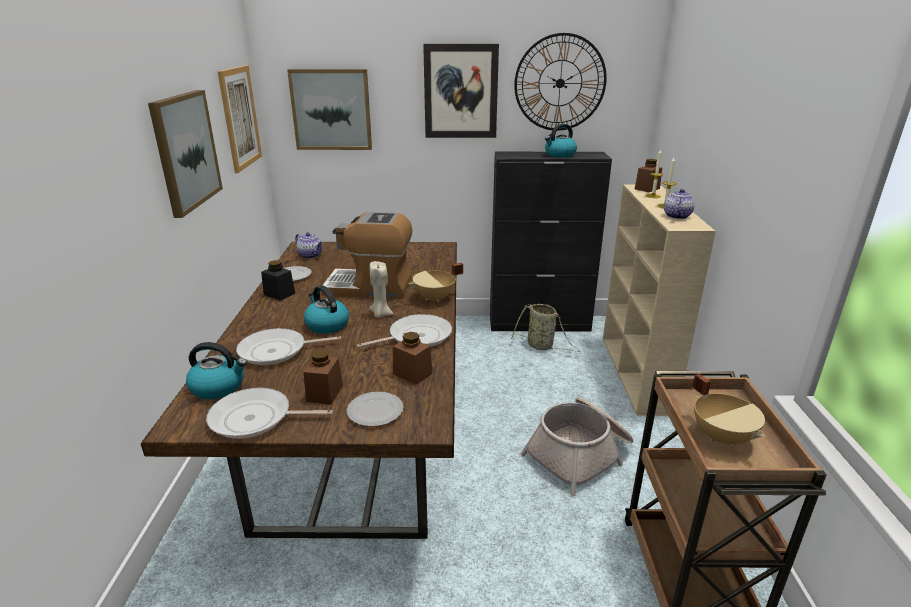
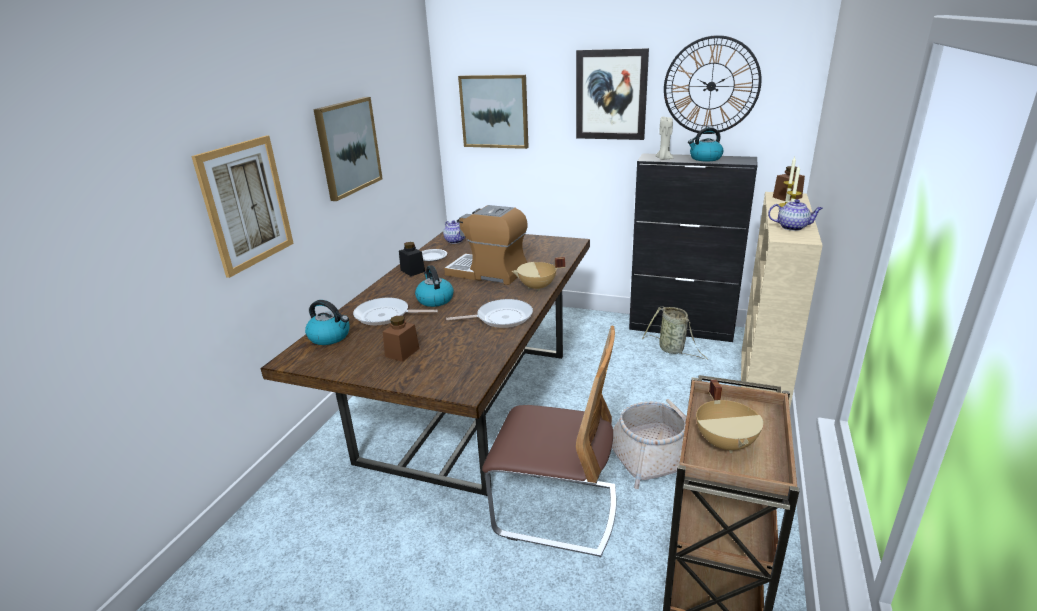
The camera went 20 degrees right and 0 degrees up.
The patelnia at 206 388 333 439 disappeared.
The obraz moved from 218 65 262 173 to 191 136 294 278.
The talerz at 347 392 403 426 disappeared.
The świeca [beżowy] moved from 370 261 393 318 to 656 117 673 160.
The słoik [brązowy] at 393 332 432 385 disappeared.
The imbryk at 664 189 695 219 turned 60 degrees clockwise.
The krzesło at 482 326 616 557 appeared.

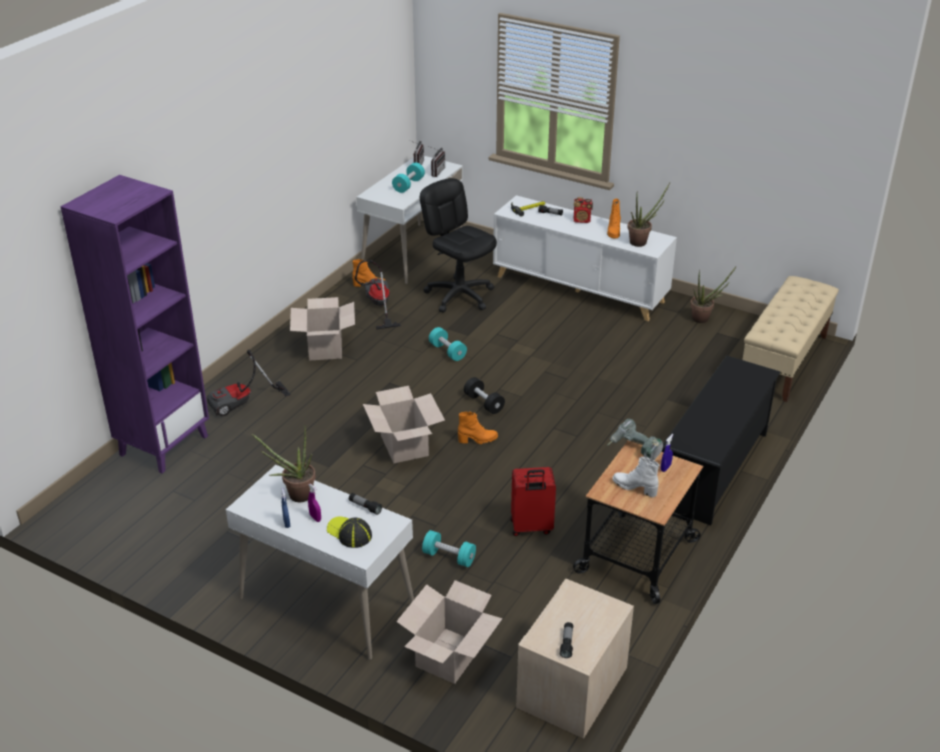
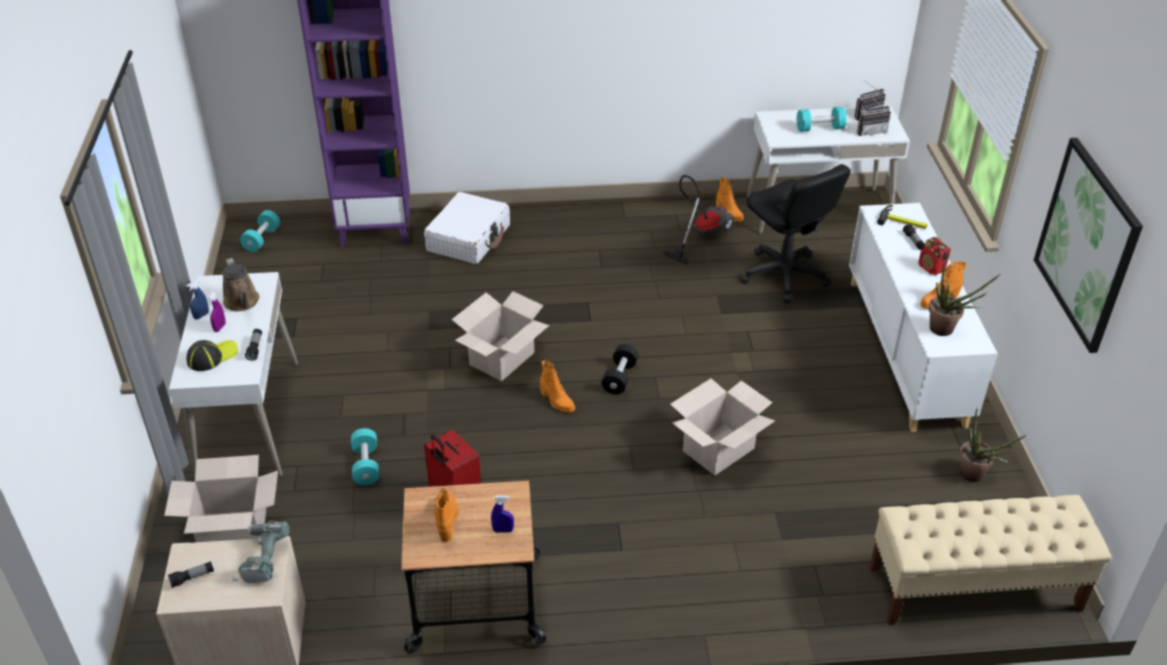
The camera went 55 degrees right and 5 degrees up.
The odkurzacz at 207 350 291 417 was replaced by the walizka [biały] at 424 192 510 264.
The roślina doniczkowa at 252 428 316 502 was replaced by the konewka [brązowy] at 222 258 259 311.
The karton moved from 290 297 355 360 to 670 378 775 476.
The czapka z daszkiem at 327 516 372 548 turned 45 degrees clockwise.
The krzesło biurowe [czarny] at 420 178 497 312 turned 135 degrees clockwise.
The hantel [turkusowy] moved from 429 327 467 361 to 240 210 280 252.
The wiertarka moved from 607 419 663 460 to 232 521 290 583.
The but z cholewką [biały] at 612 457 659 497 became the but z cholewką [pomarańczowy] at 434 487 458 542.
The regał na buty [czarny] at 662 356 780 525 disappeared.
The obraz at 1034 138 1143 353 appeared.

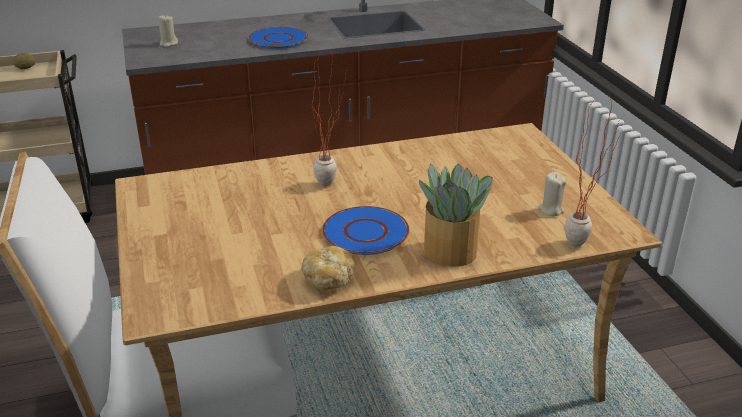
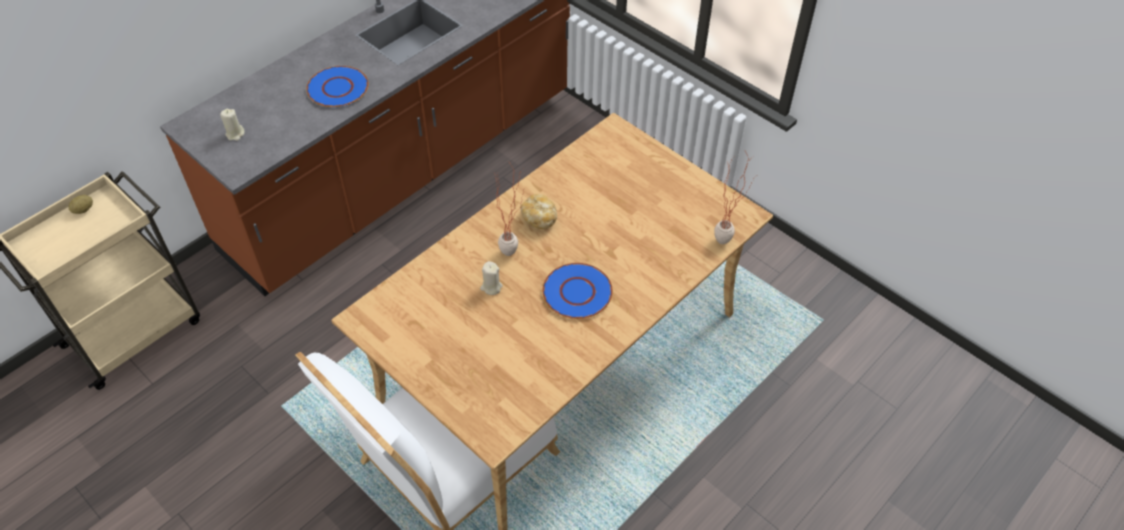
The camera went 30 degrees left and 20 degrees up.
The chleb moved from 301 246 355 290 to 520 194 557 229.
The roślina doniczkowa at 419 163 493 266 disappeared.
The świeca [beżowy] moved from 537 172 566 216 to 480 261 502 295.

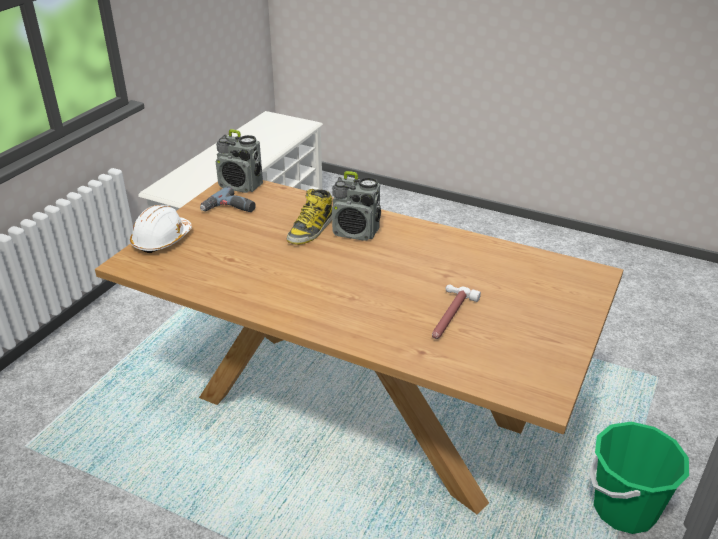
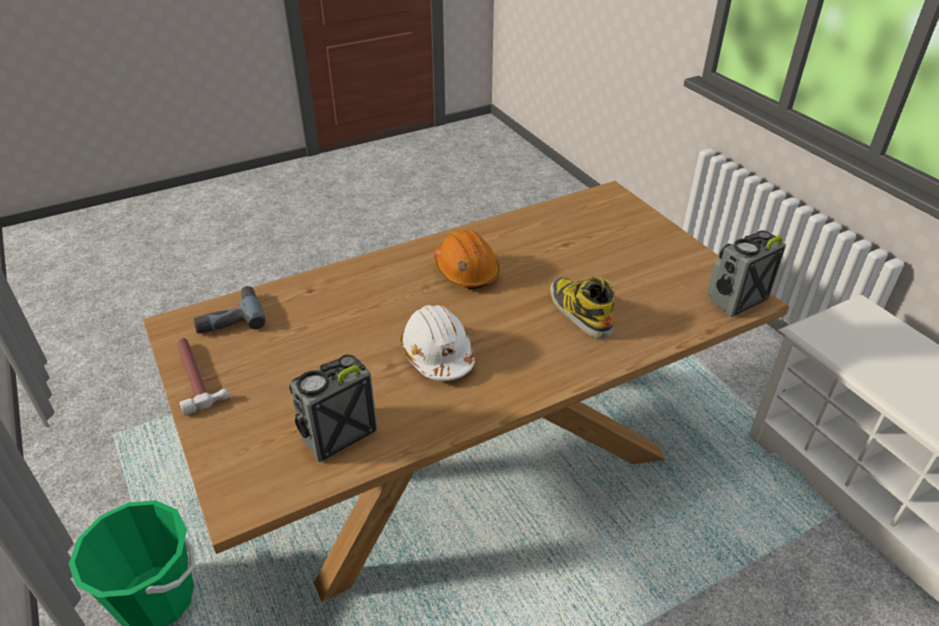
The camera went 125 degrees right and 5 degrees up.
The kask [biały] moved from 130 205 192 253 to 400 305 475 381.
The wiertarka moved from 200 186 256 212 to 193 286 266 334.
The radio moved from 332 171 381 241 to 289 354 377 462.
The młotek moved from 432 284 481 339 to 177 338 230 415.
The kask [pomarańczowy] at 433 229 500 289 appeared.

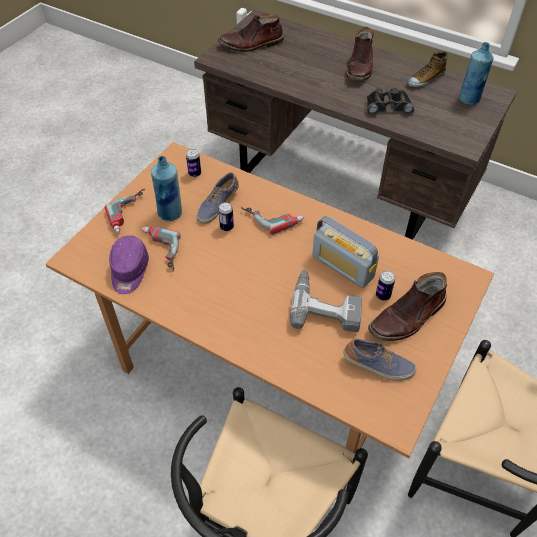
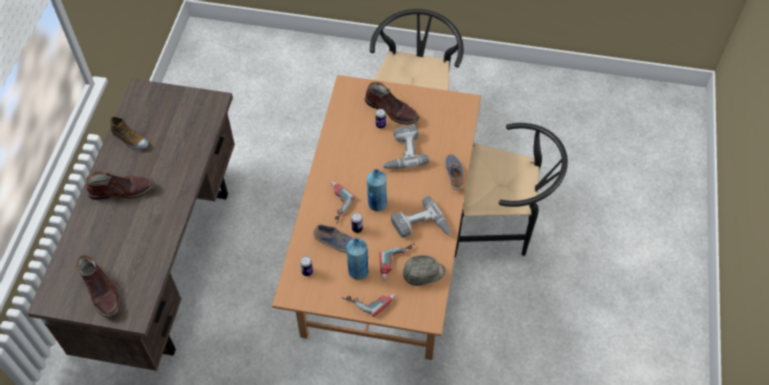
The camera went 110 degrees left and 5 degrees up.
The czapka z daszkiem [fioletowy] at 109 235 149 294 became the czapka z daszkiem [szary] at 403 255 446 286.
The radio at 312 216 379 288 disappeared.
The but moved from 344 338 416 381 to 445 154 464 190.
The lornetka [czarny] at 367 88 414 116 disappeared.
The butelka [niebieski] moved from 459 42 494 105 to 367 169 387 211.
The wiertarka at 391 196 451 238 appeared.

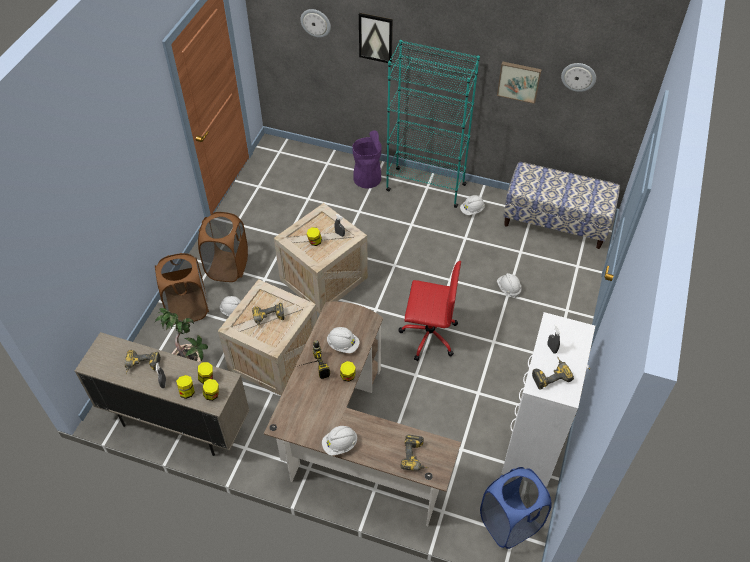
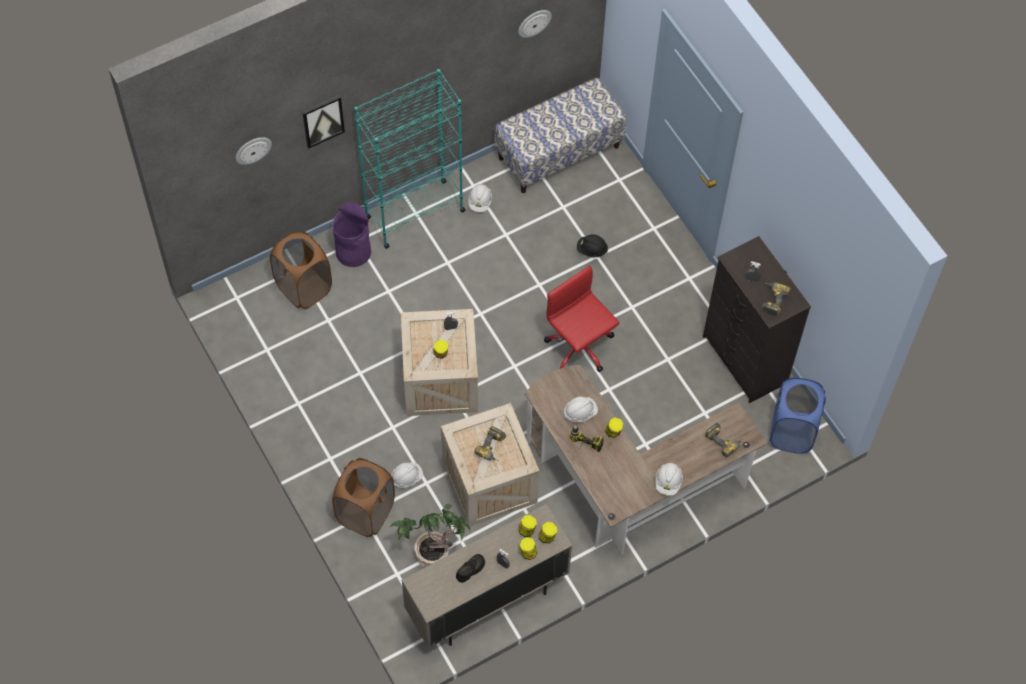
The camera went 50 degrees left and 10 degrees up.
The wiertarka at 125 350 161 374 was replaced by the but [czarny] at 456 554 485 583.
The kosz na pranie [brązowy] moved from 198 212 248 282 to 270 231 332 309.
The krzesło biurowe [czerwony] at 398 261 461 361 turned 90 degrees counterclockwise.
The obraz at 497 62 542 104 disappeared.
The kask [biały] at 497 273 521 298 became the kask [czarny] at 577 234 608 257.
The komoda [biały] at 501 312 595 488 became the komoda [czarny] at 703 236 811 403.

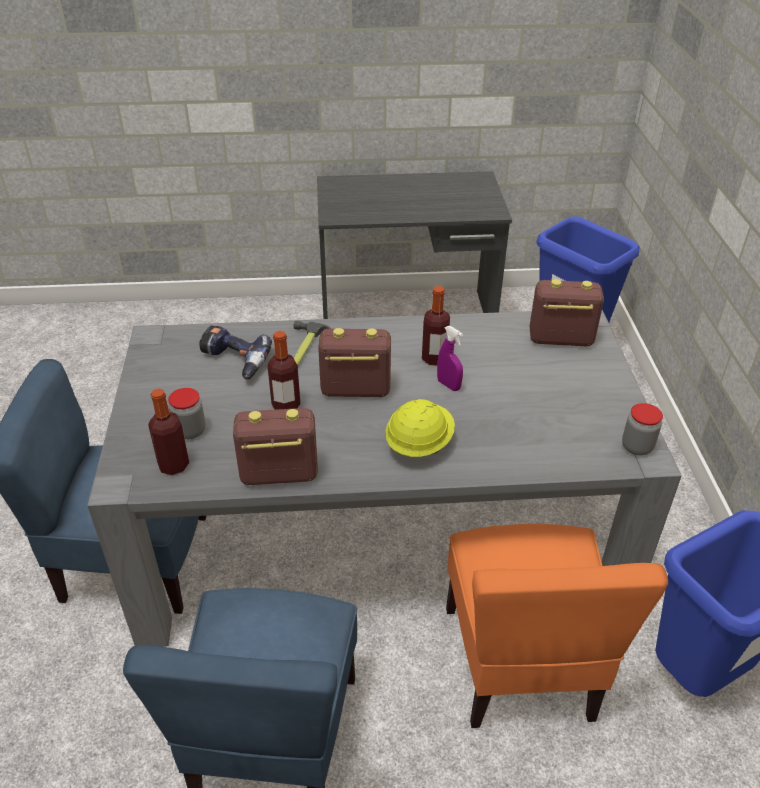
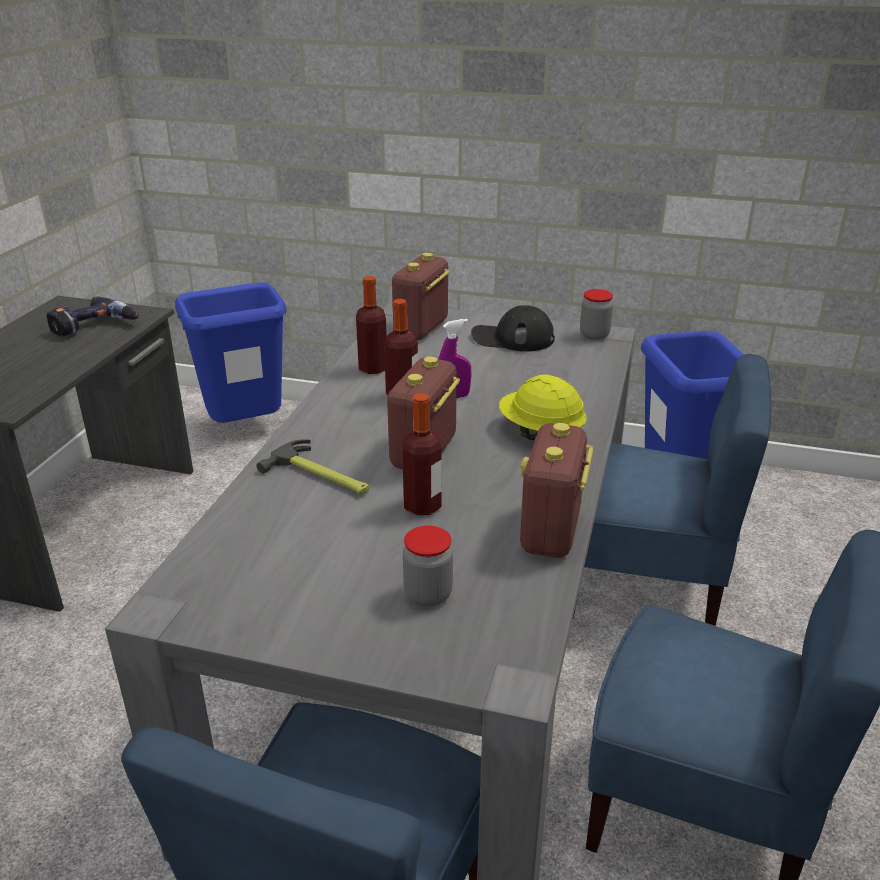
The camera went 70 degrees left and 10 degrees down.
The butelka moved from 148 388 189 475 to 356 276 387 374.
The wiertarka moved from 199 326 272 379 to 47 296 139 337.
The krzesło [pomarańczowy] at 446 524 668 728 became the krzesło [niebieski] at 573 354 771 626.
The czapka z daszkiem [czarny] at 471 305 555 352 appeared.

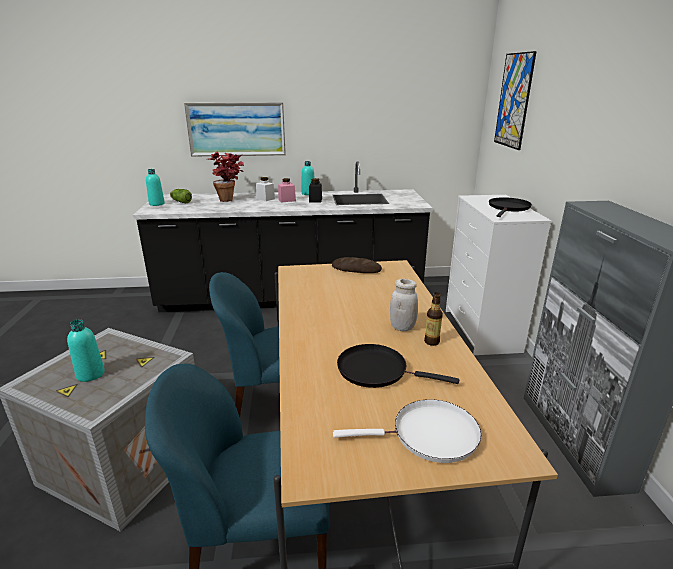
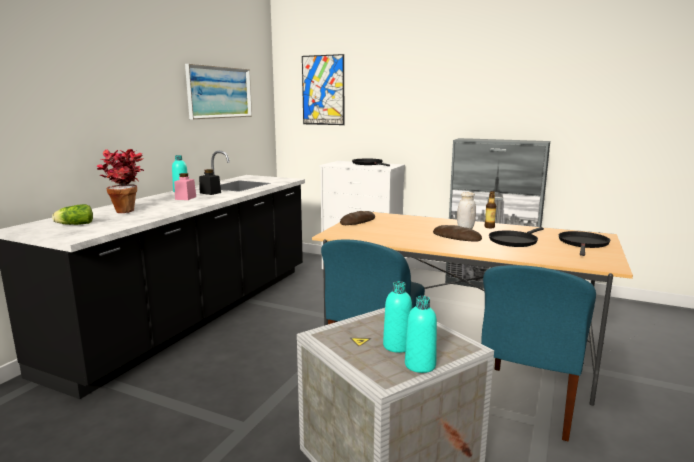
The camera went 60 degrees left and 10 degrees down.
The butelka [turkusowy] moved from 146 169 165 206 to 405 296 437 373.
The obraz moved from 184 102 286 157 to 185 64 252 119.
The słoik [biały] at 256 177 275 201 disappeared.
The patelnia [biały] at 333 399 482 463 became the patelnia [czarny] at 559 231 610 256.
The chleb at 433 225 482 242 appeared.

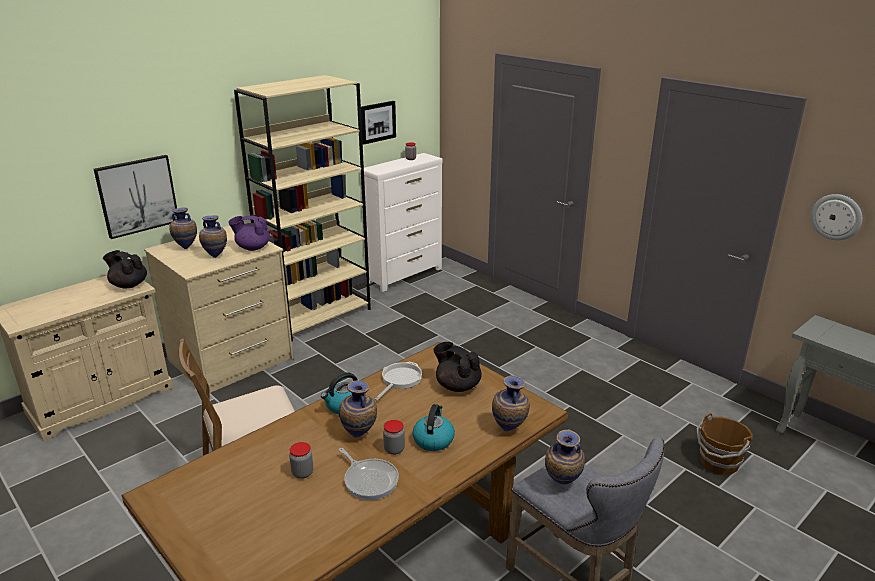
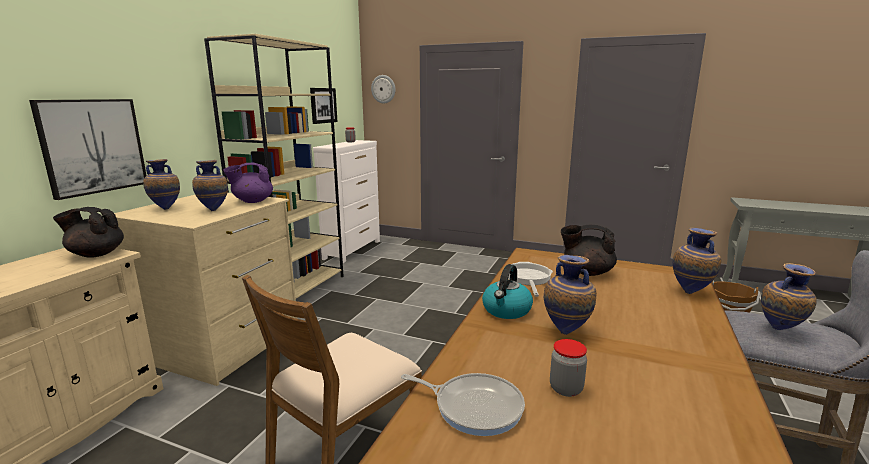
The camera went 25 degrees left and 10 degrees down.
The patelnia moved from 339 448 399 500 to 401 373 525 436.
The słoik at 383 420 405 455 disappeared.
The czajnik at 413 404 455 451 disappeared.
The zegar ścienny moved from 811 194 862 240 to 371 75 395 103.

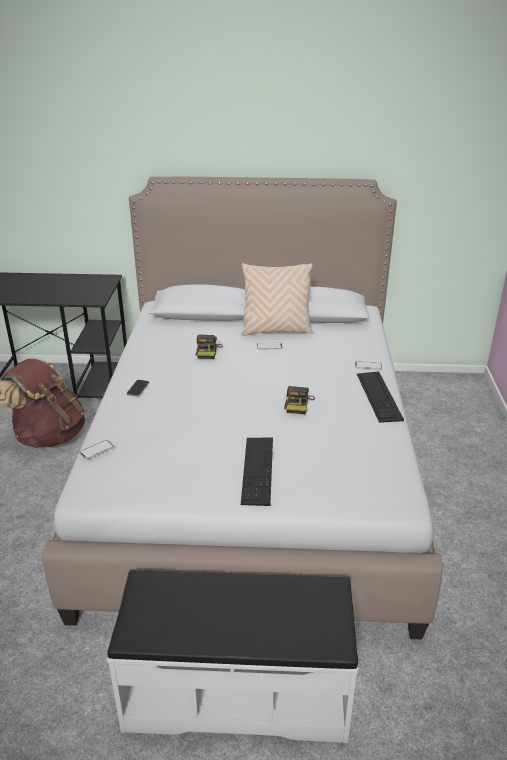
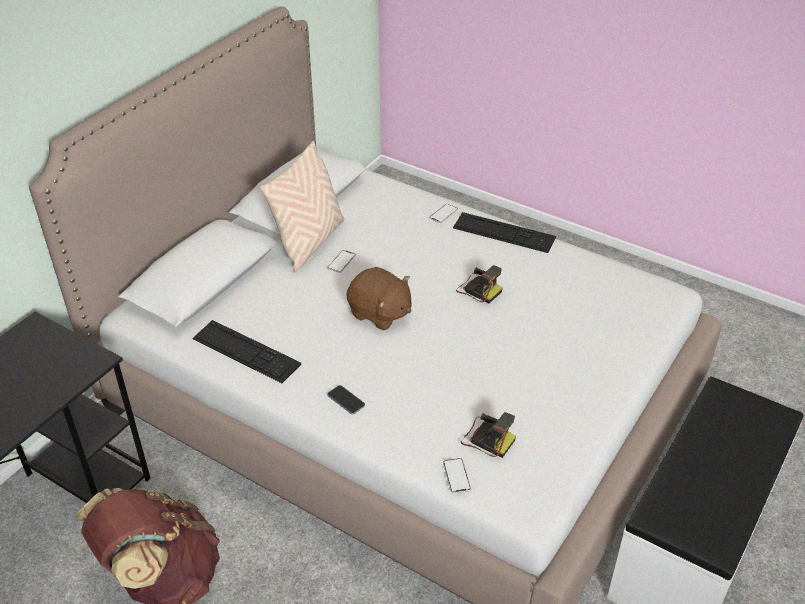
The camera went 60 degrees left and 10 degrees up.
The aparat fotograficzny moved from 196 334 223 359 to 461 412 516 458.
The klawiatura moved from 241 437 273 506 to 192 320 301 383.
The pluszak [brązowy] at 346 267 411 331 appeared.

